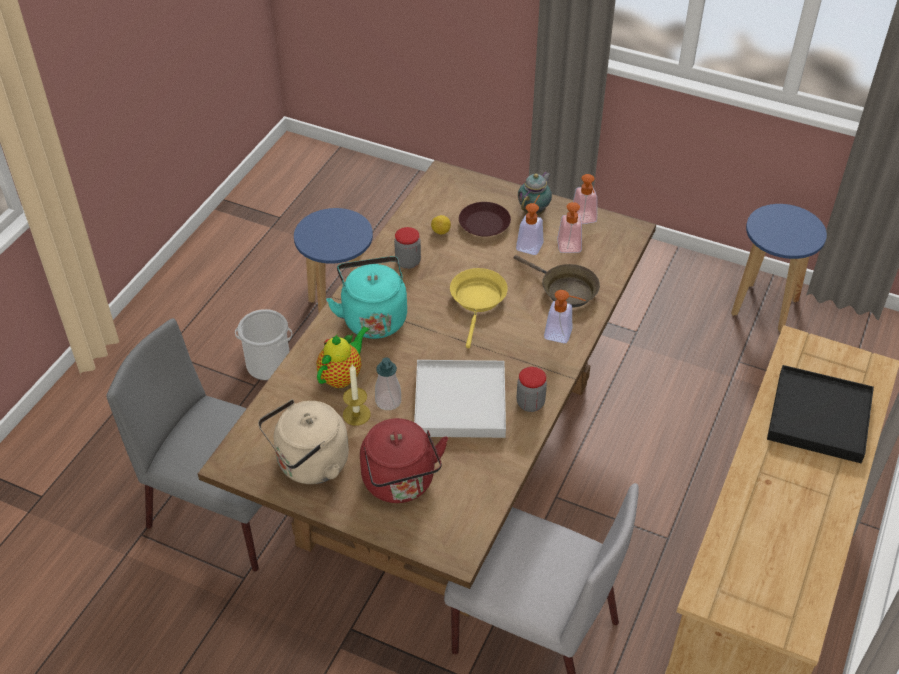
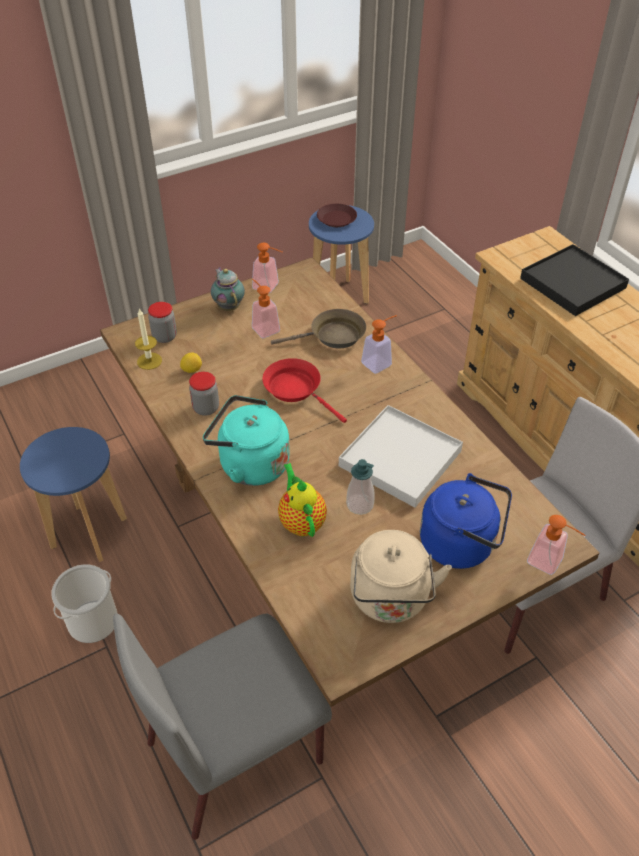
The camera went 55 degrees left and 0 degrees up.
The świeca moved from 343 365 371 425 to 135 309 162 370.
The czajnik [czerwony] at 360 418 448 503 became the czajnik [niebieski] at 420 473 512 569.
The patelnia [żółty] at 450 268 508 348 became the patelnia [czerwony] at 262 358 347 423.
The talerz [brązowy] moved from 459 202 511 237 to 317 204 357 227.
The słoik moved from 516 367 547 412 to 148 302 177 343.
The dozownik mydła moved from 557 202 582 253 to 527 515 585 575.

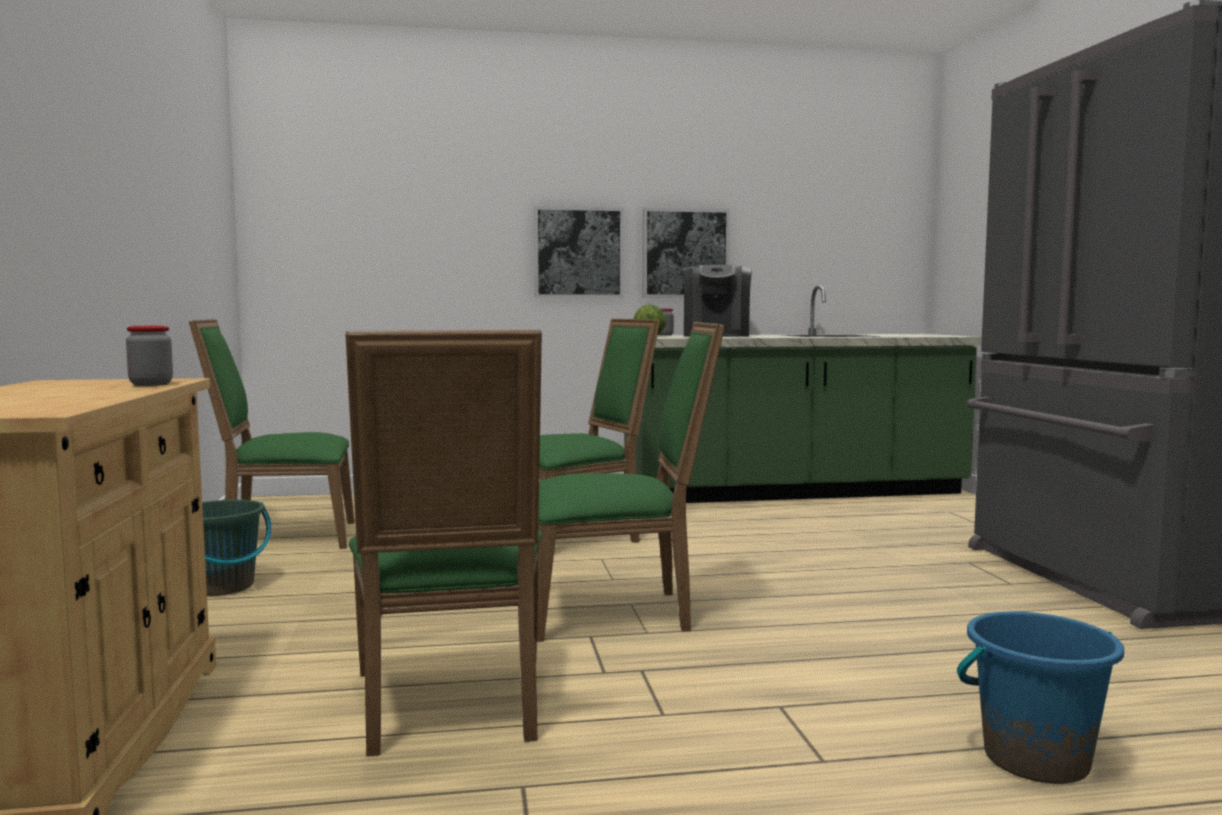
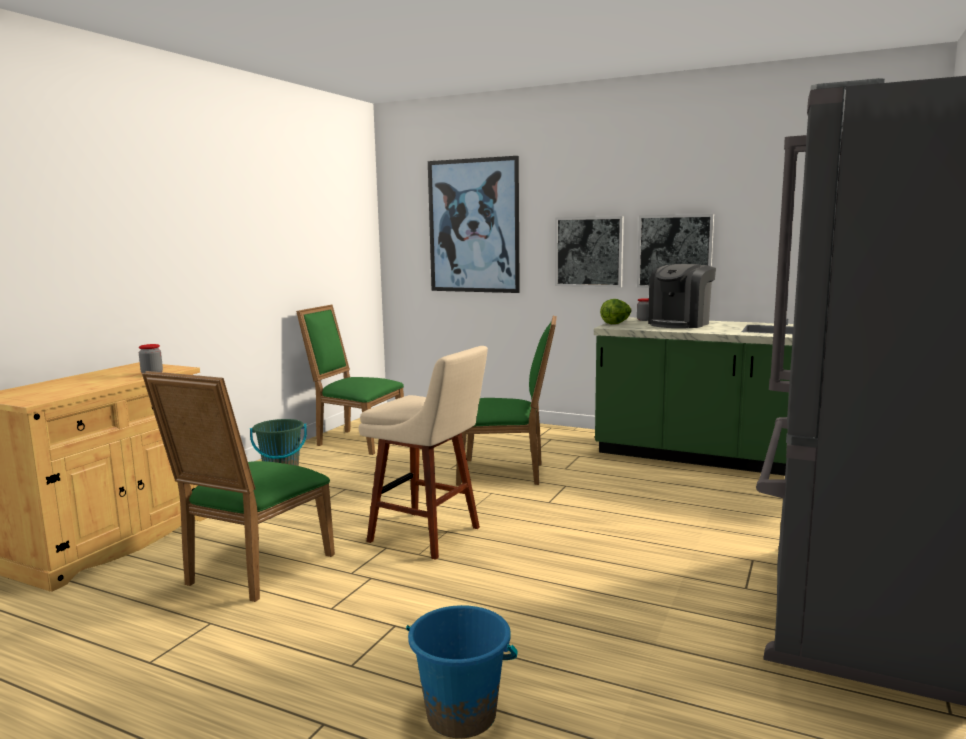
The camera went 35 degrees right and 5 degrees up.
The krzesło [zielony] at 537 322 725 642 was replaced by the stołek [beżowy] at 359 346 488 560.
The obraz at 428 156 520 293 appeared.

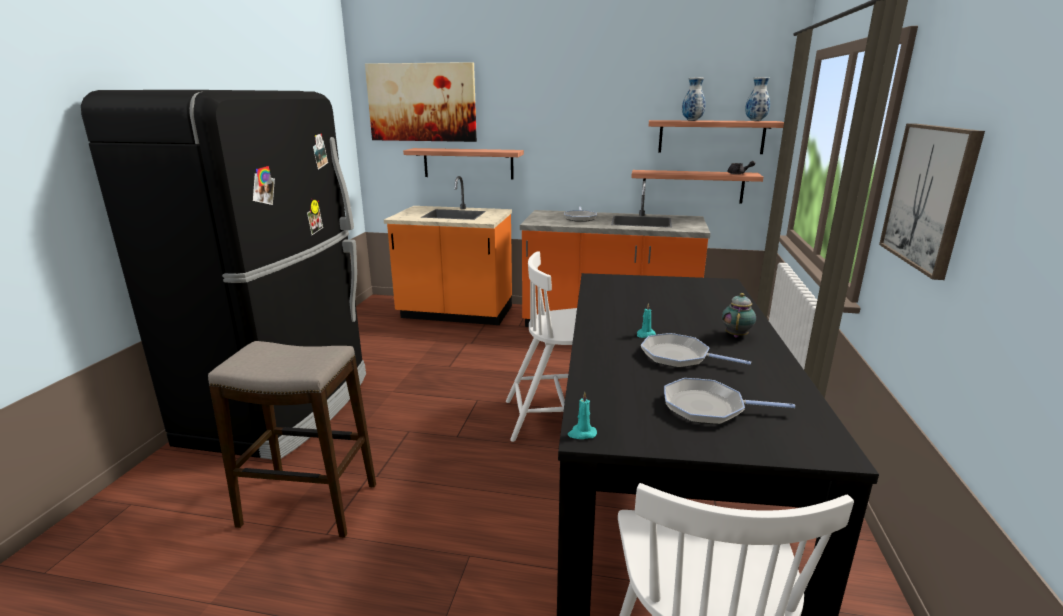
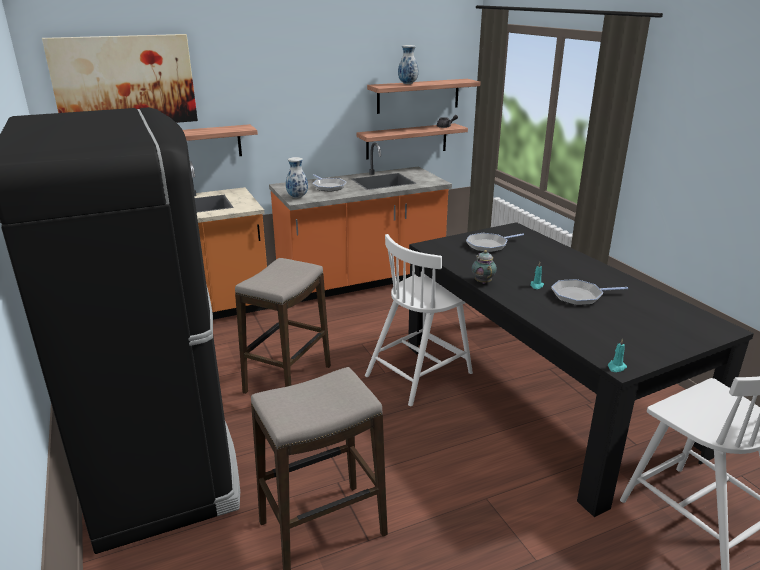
The camera went 35 degrees left and 5 degrees up.
The patelnia moved from 664 378 795 425 to 466 233 524 252.
The imbryk moved from 722 293 756 338 to 472 250 497 284.
The wazon moved from 745 77 770 121 to 286 157 308 198.
The obraz at 879 123 985 280 disappeared.
The stołek at 235 258 331 394 appeared.

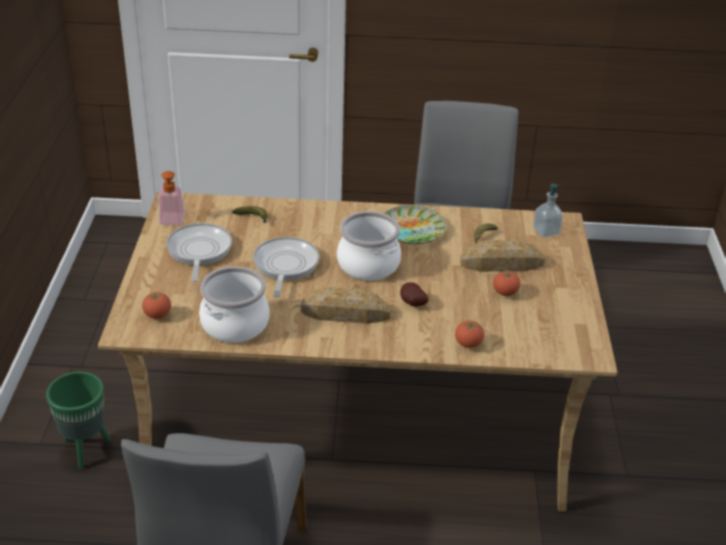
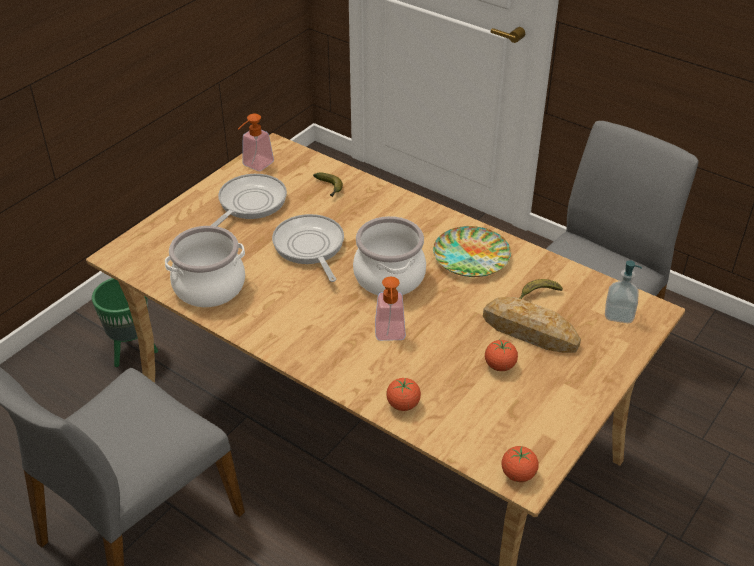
The camera went 35 degrees right and 5 degrees up.
The pomidor moved from 142 292 171 319 to 501 446 539 482.
The patelnia at 253 237 319 297 turned 60 degrees counterclockwise.
The chleb at 301 287 391 324 disappeared.
The ziemniak at 400 282 429 307 was replaced by the dozownik mydła at 375 276 406 341.

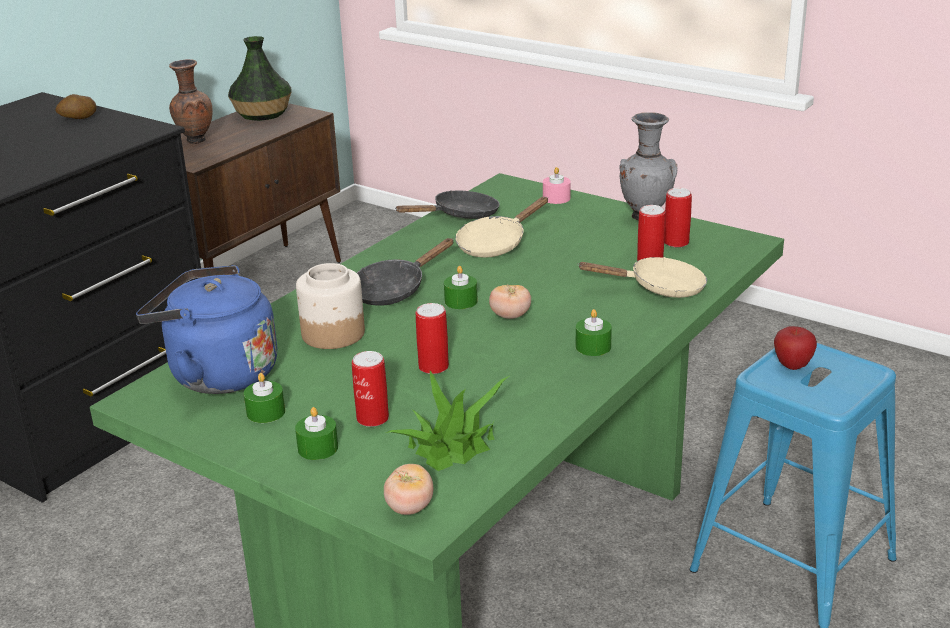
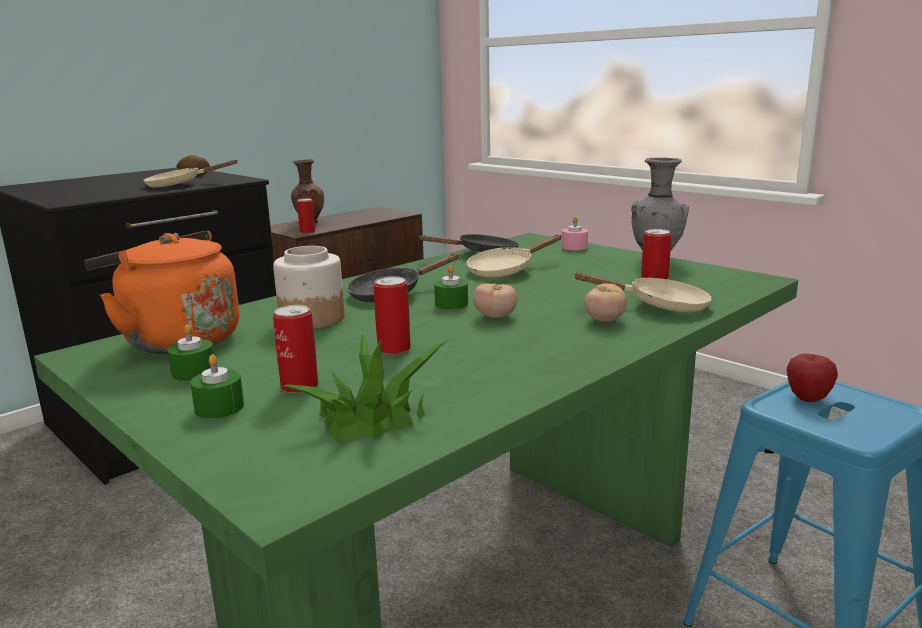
The camera went 10 degrees right and 10 degrees down.
The czajnik [niebieski] at 136 265 277 394 became the czajnik [pomarańczowy] at 85 231 240 354.
The wazon at 228 36 292 121 disappeared.
The pomidor moved from 384 464 433 515 to 584 284 627 322.
The świeca [zielony] at 576 309 612 356 disappeared.
The puszka moved from 664 188 692 247 to 297 198 315 234.
The patelnia [beżowy] at 143 159 238 187 appeared.

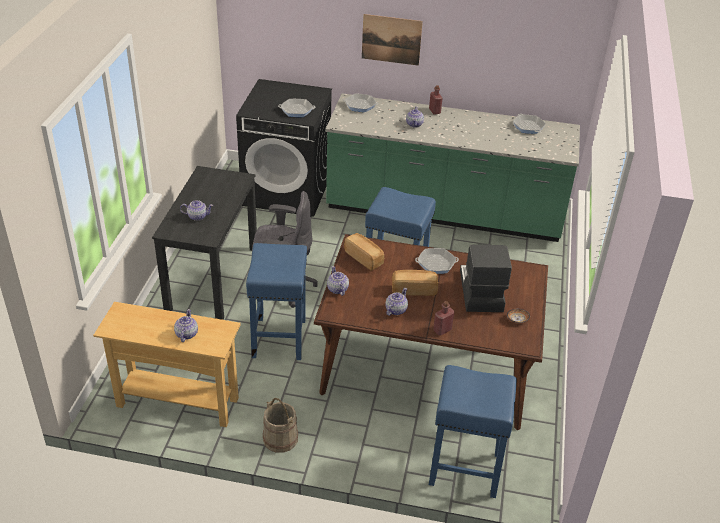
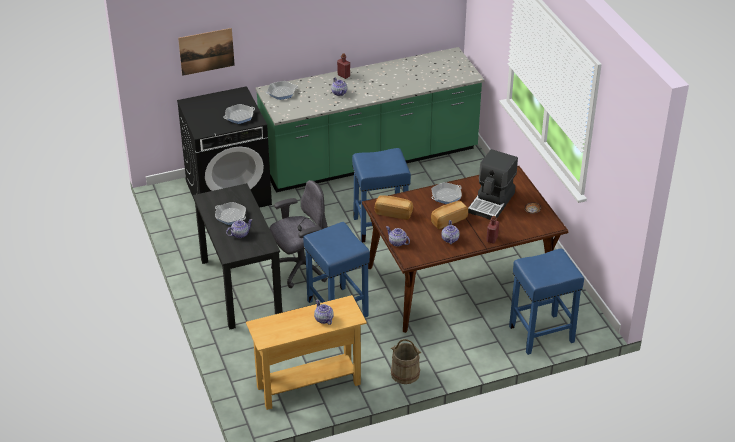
The camera went 30 degrees left and 0 degrees up.
The obraz moved from 362 14 423 66 to 178 28 235 76.
The ekspres do kawy at 460 244 512 312 turned 120 degrees counterclockwise.
The patelnia moved from 513 114 546 134 to 215 202 246 225.

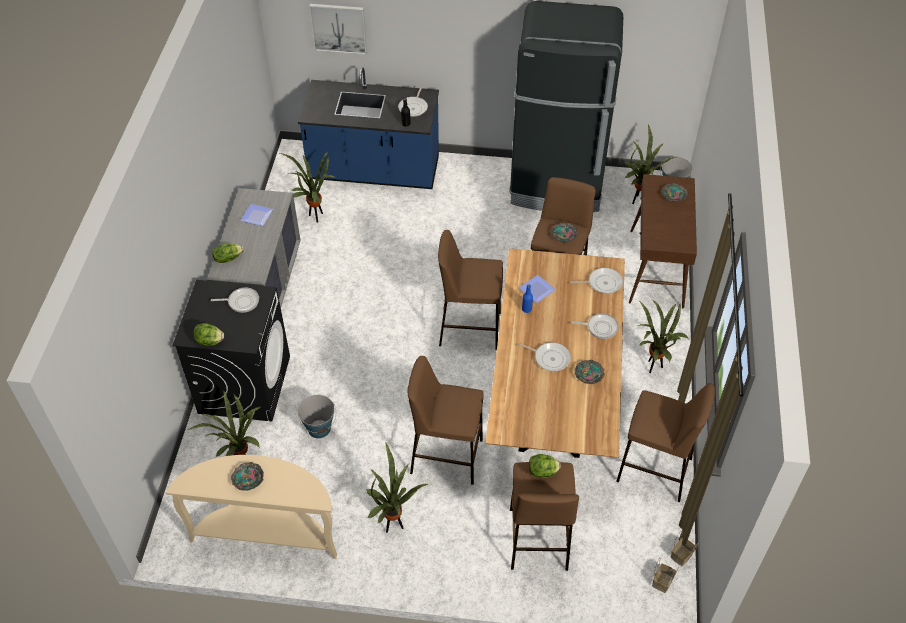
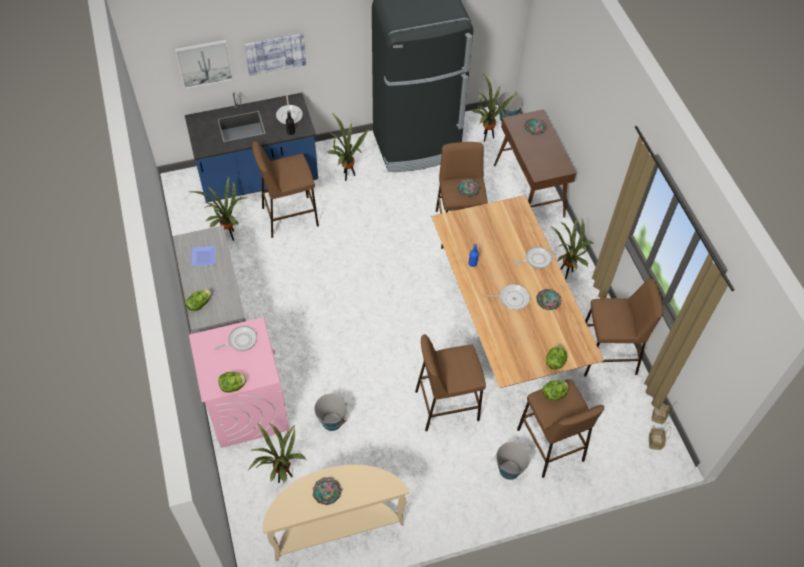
The camera went 25 degrees left and 5 degrees up.
The pralka [czarny] at 172 280 290 421 became the pralka [różowy] at 189 317 289 448.
The roślina doniczkowa moved from 366 443 428 533 to 327 113 371 181.
The stołek [brązowy] moved from 438 230 503 350 to 252 141 319 238.
The talerz at 519 275 556 303 disappeared.
The patelnia at 570 268 623 293 disappeared.
The obraz at 244 33 306 76 appeared.
The wiadro at 495 442 530 480 appeared.
The sałata at 546 345 567 370 appeared.

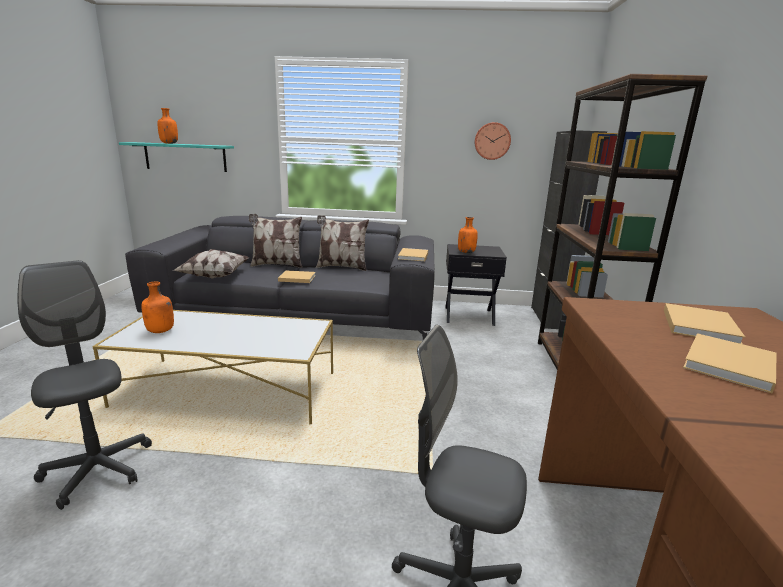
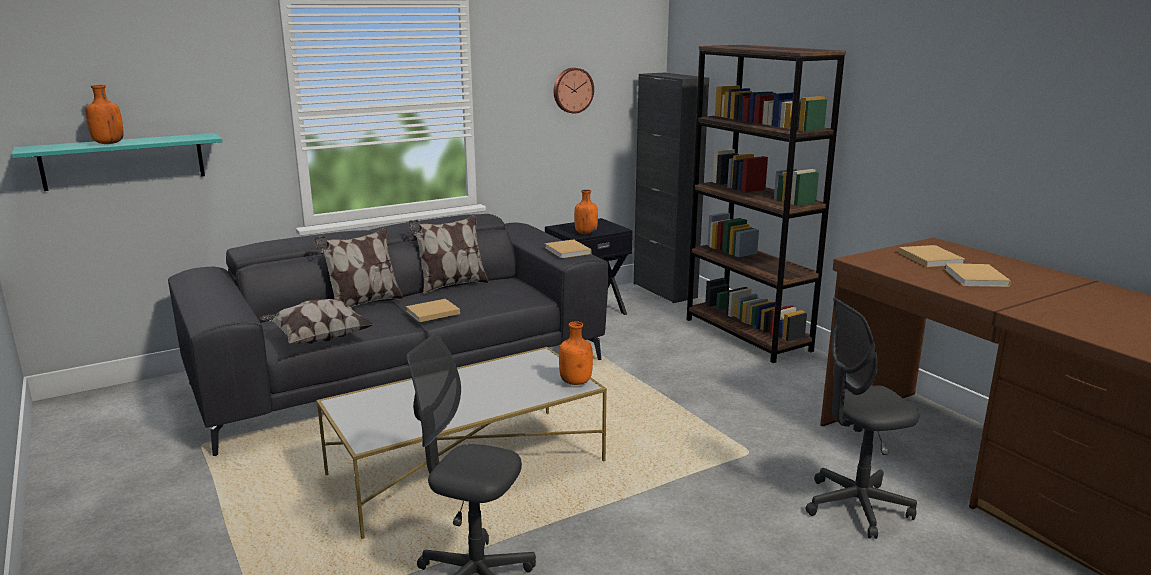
The camera went 35 degrees left and 0 degrees up.
The butelka [pomarańczowy] moved from 141 281 174 333 to 559 321 593 385.

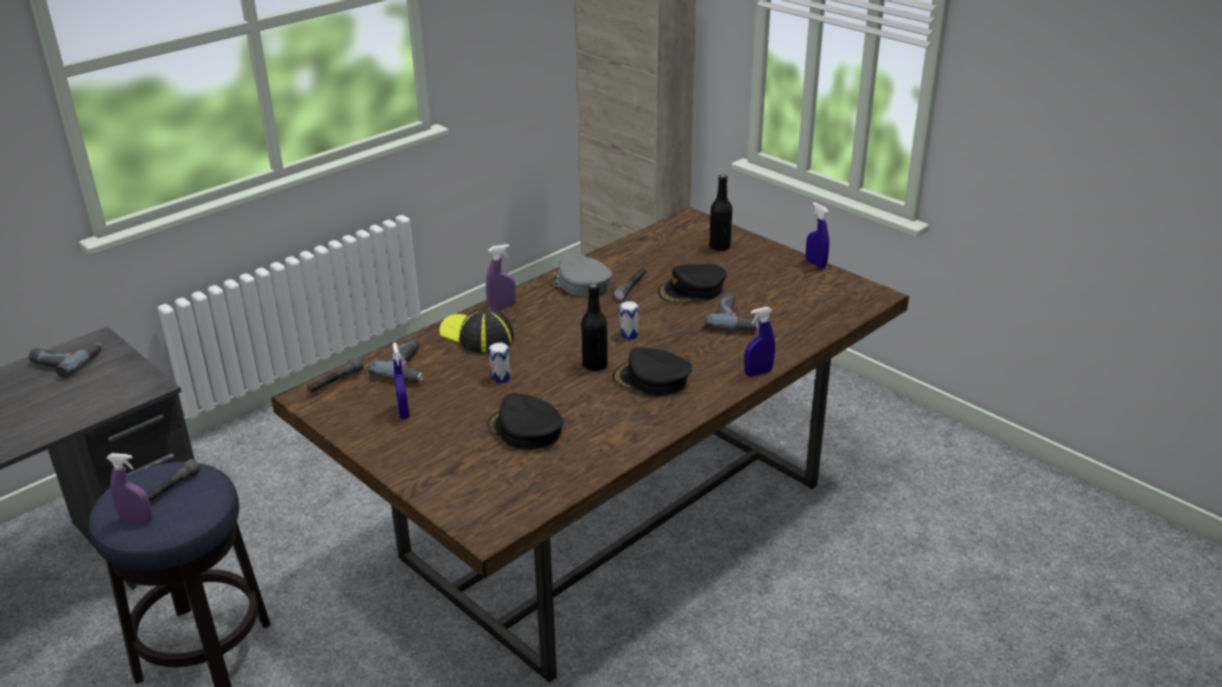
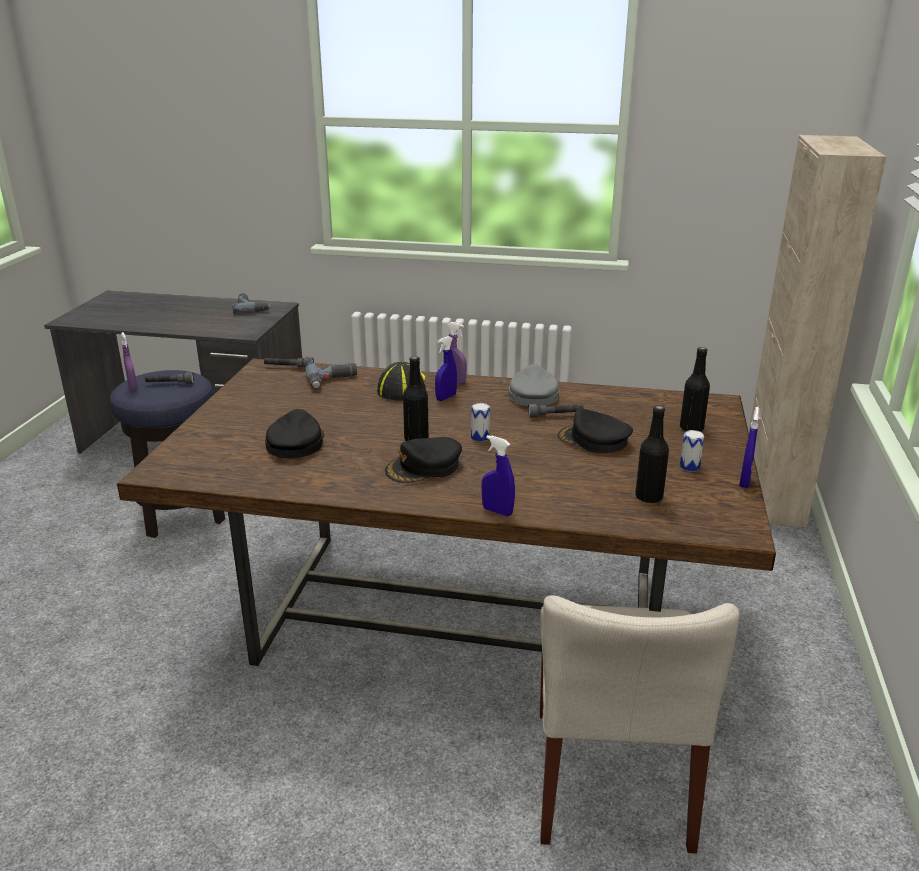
The camera went 55 degrees right and 5 degrees down.
The spryskiwacz [niebieski] moved from 393 343 409 419 to 435 336 457 401.
The puszka moved from 489 342 511 384 to 680 430 704 472.
The czapka z daszkiem [czarny] at 612 348 692 396 turned 105 degrees counterclockwise.
The wiertarka at 705 292 759 331 disappeared.
The krzesło [beżowy] at 540 595 739 854 appeared.
The butelka [czarny] at 635 406 669 504 appeared.

